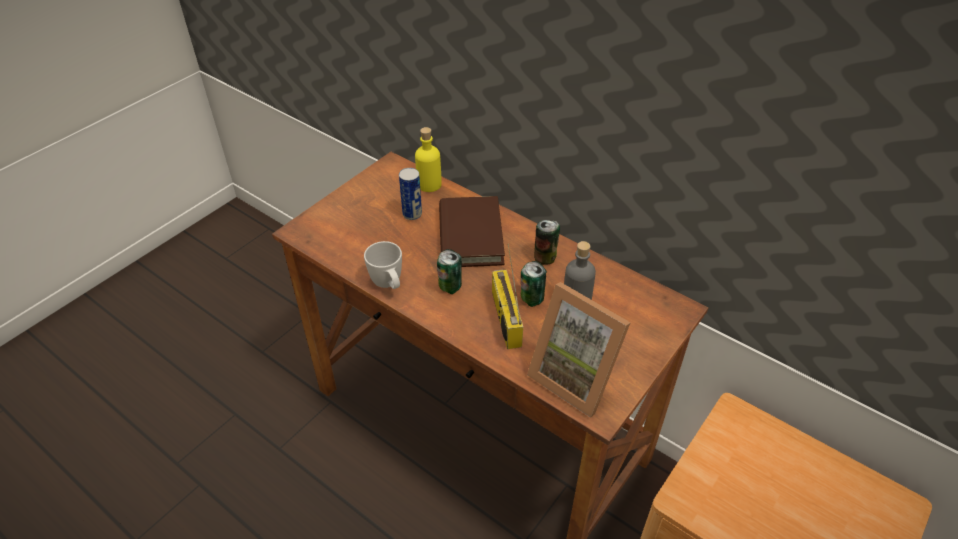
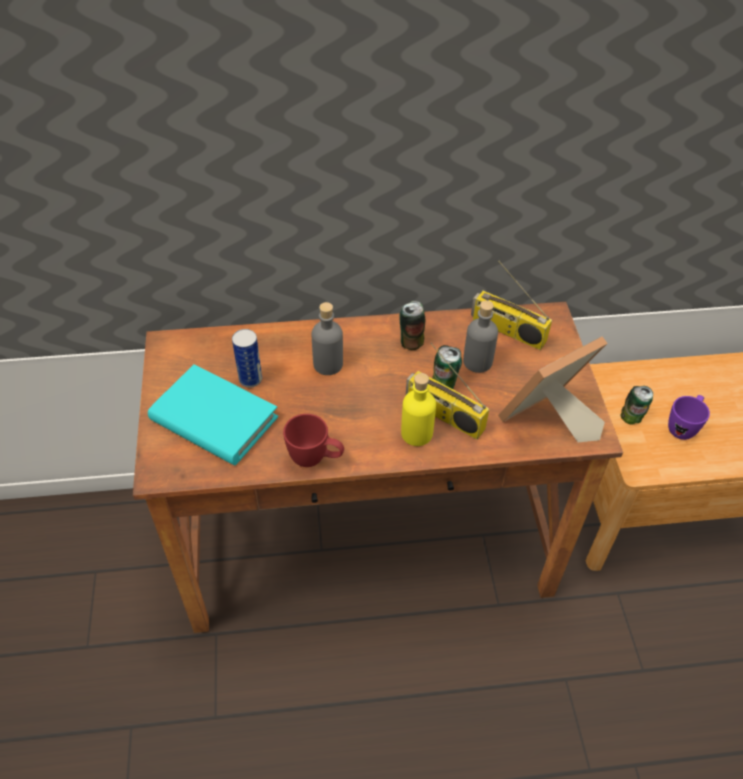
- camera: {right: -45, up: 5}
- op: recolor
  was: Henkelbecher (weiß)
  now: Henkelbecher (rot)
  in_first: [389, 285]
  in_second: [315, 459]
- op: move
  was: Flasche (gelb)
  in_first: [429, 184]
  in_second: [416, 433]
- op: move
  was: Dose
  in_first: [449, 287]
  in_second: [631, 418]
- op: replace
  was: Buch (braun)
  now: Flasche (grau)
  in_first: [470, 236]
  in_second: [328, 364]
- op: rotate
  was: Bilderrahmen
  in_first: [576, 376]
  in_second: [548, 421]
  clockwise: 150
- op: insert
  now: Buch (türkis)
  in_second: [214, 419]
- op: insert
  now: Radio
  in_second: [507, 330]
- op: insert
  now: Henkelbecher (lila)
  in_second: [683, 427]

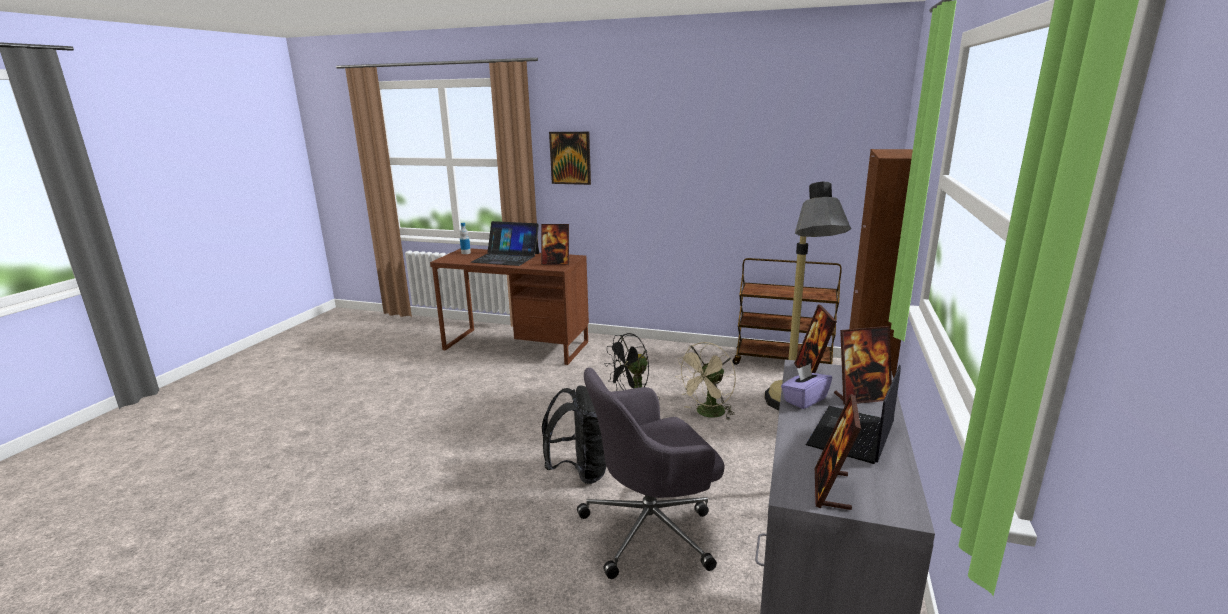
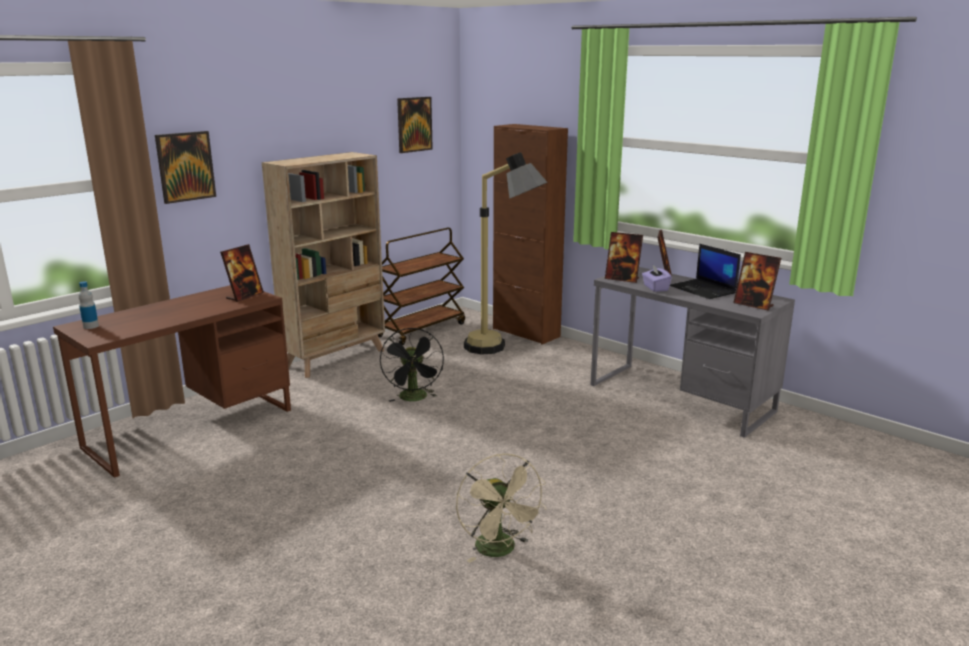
- camera: {right: -65, up: 0}
- op: delete
  was: Laptop
  in_first: [506, 257]
- op: delete
  was: Rucksack (schwarz)
  in_first: [580, 471]
- op: delete
  was: Bürostuhl (grau)
  in_first: [652, 529]
- op: move
  was: Ventilator (beige)
  in_first: [707, 414]
  in_second: [500, 551]
- op: insert
  now: Bücherregal (beige)
  in_second: [336, 358]
- op: insert
  now: Bild
  in_second: [414, 124]

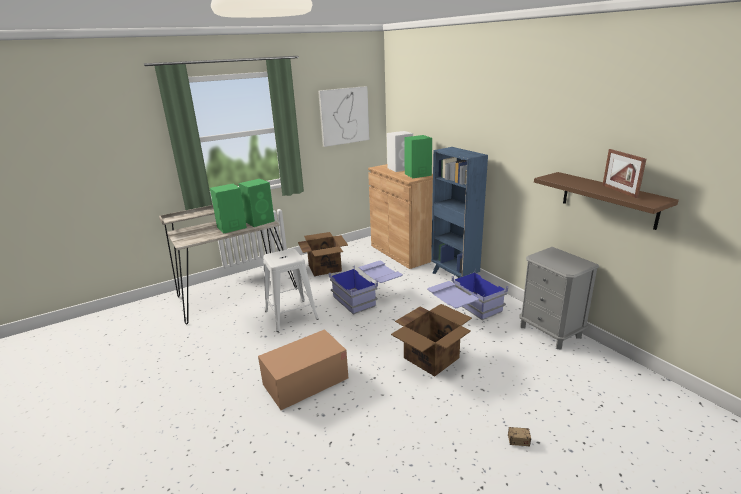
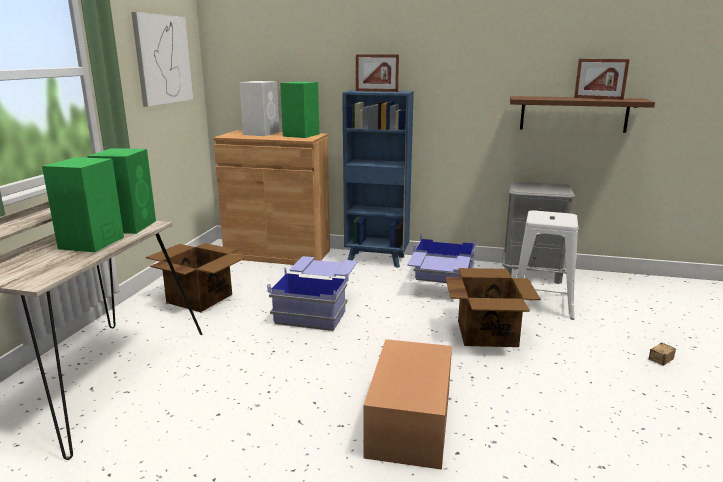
- camera: {right: -45, up: -5}
- op: move
  was: Hocker (weiß)
  in_first: [291, 315]
  in_second: [542, 302]
- op: insert
  now: Bilderrahmen
  in_second: [376, 91]

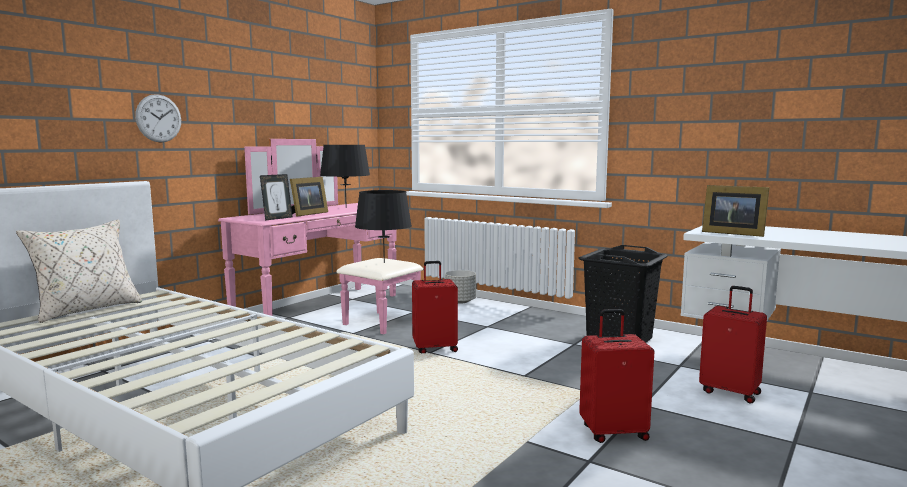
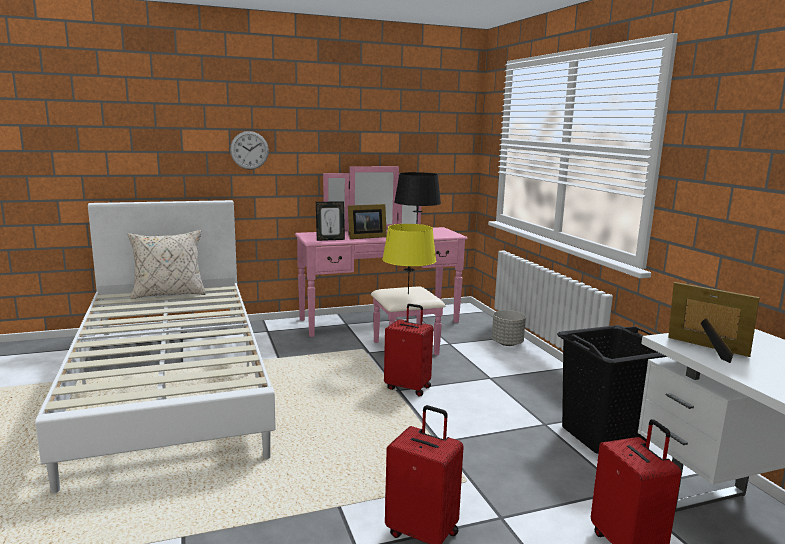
- camera: {right: 35, up: 5}
- op: recolor
  was: Tischlampe (schwarz)
  now: Tischlampe (gelb)
  in_first: [384, 263]
  in_second: [408, 294]
- op: rotate
  was: Bilderrahmen
  in_first: [731, 233]
  in_second: [708, 350]
  clockwise: 150

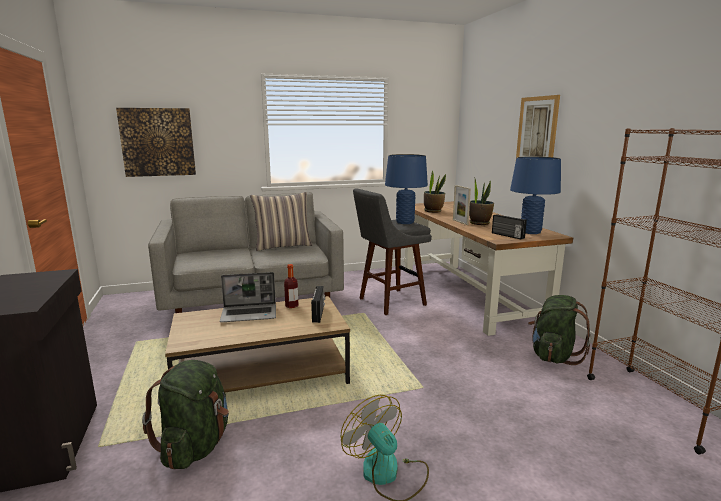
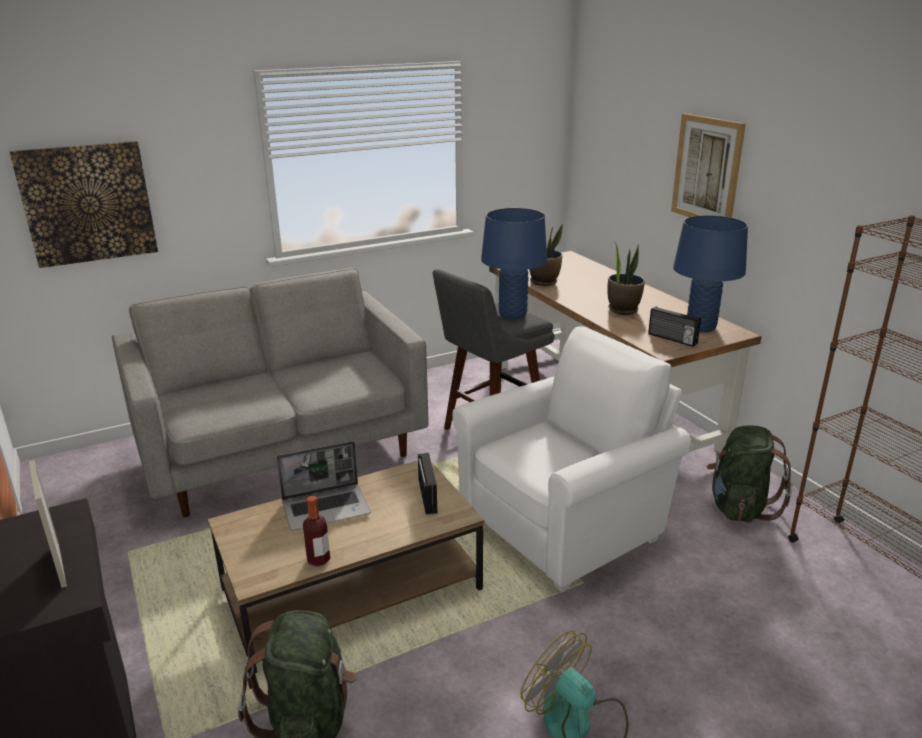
- camera: {right: -10, up: 10}
- op: delete
  was: Kissen
  in_first: [283, 246]
- op: move
  was: Flasche
  in_first: [292, 306]
  in_second: [318, 559]
- op: move
  was: Bilderrahmen
  in_first: [460, 222]
  in_second: [60, 565]
- op: insert
  now: Sessel (weiß)
  in_second: [567, 524]

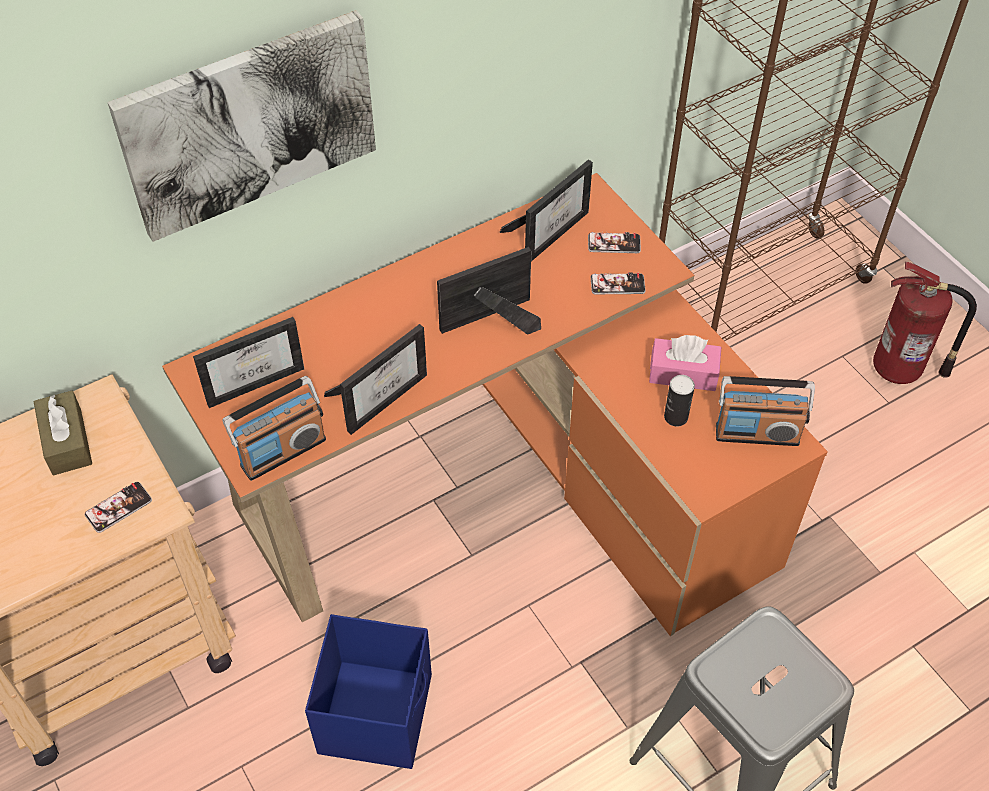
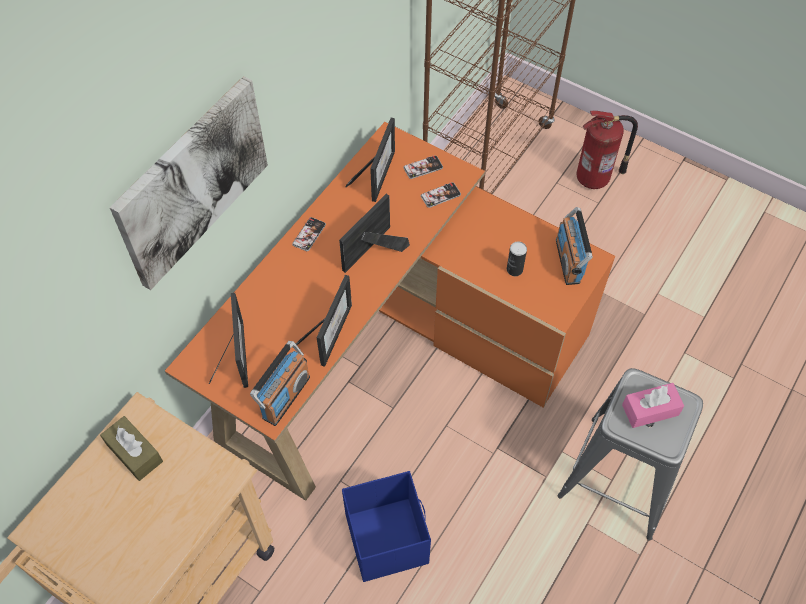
- camera: {right: -25, up: 5}
- op: move
  was: Handy
  in_first: [118, 507]
  in_second: [309, 234]
- op: rotate
  was: Bilderrahmen
  in_first: [254, 378]
  in_second: [235, 354]
  clockwise: -45
- op: move
  was: Taschentuchbox (rosa)
  in_first: [683, 373]
  in_second: [650, 410]
- op: rotate
  was: Radio
  in_first: [757, 433]
  in_second: [568, 261]
  clockwise: 105

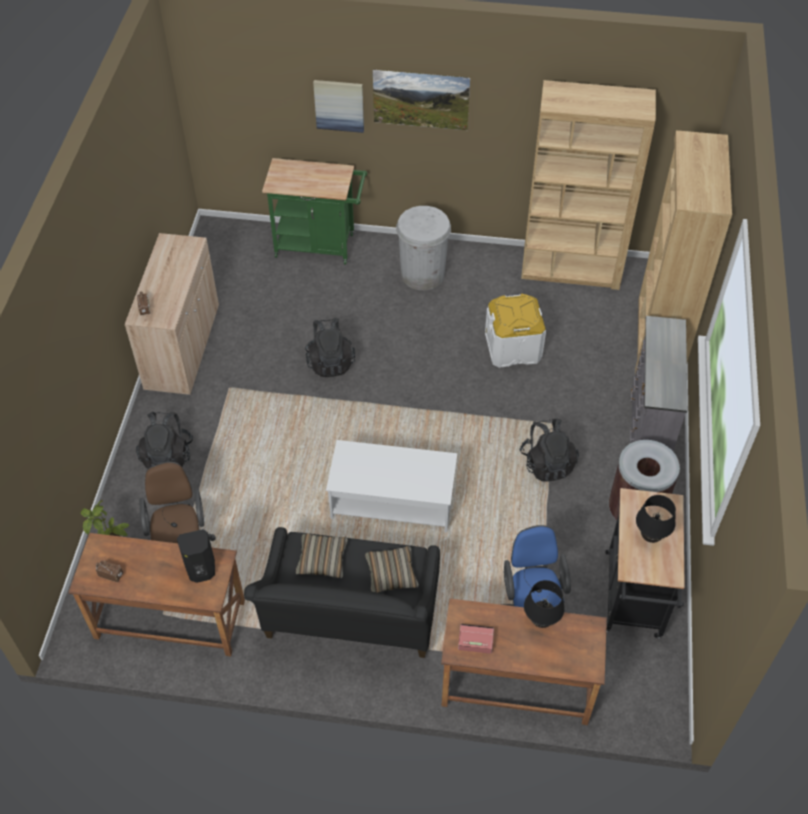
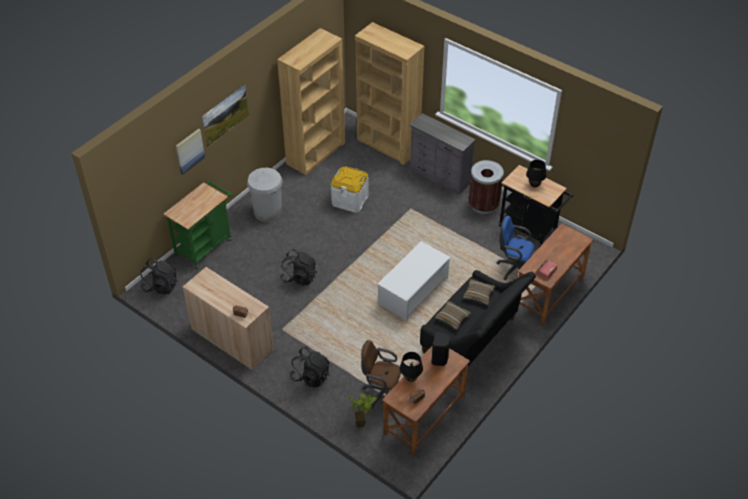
- camera: {right: -60, up: -5}
- op: move
  was: Rucksack (schwarz)
  in_first: [547, 463]
  in_second: [160, 286]
- op: move
  was: Tischlampe (schwarz)
  in_first: [541, 621]
  in_second: [410, 379]

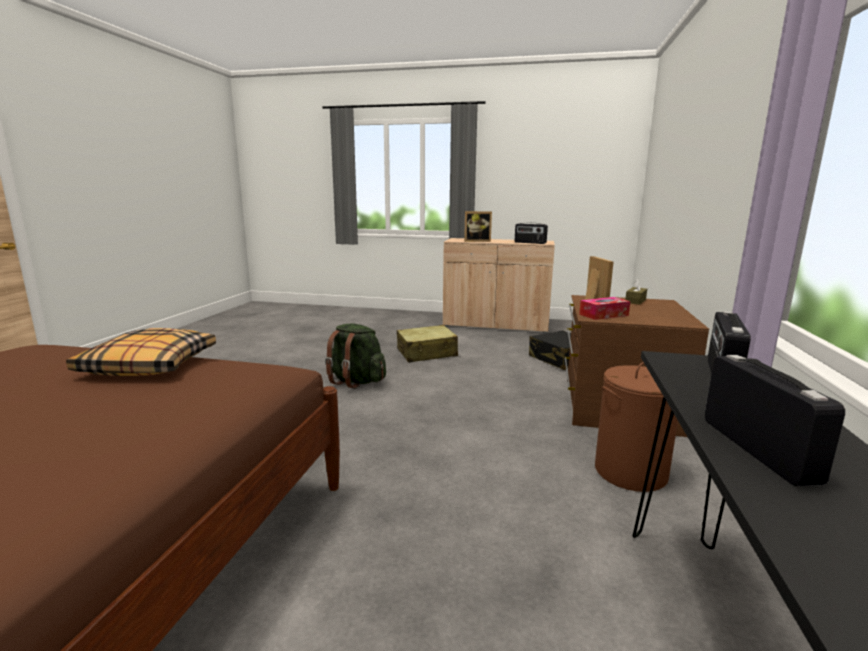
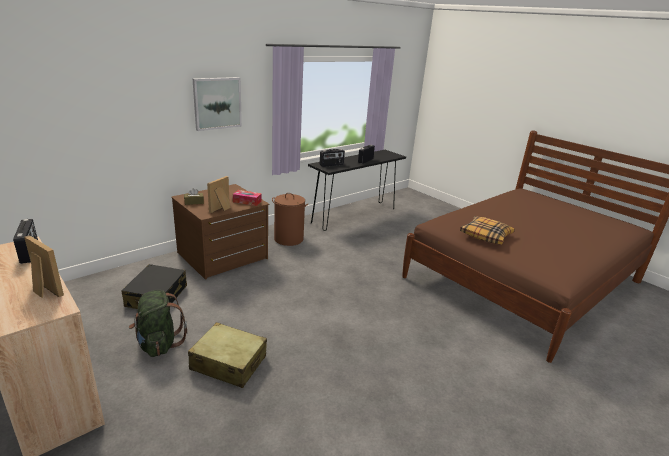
- camera: {right: -145, up: 10}
- op: move
  was: Rucksack (grün)
  in_first: [356, 381]
  in_second: [159, 343]
- op: insert
  now: Bild
  in_second: [217, 103]

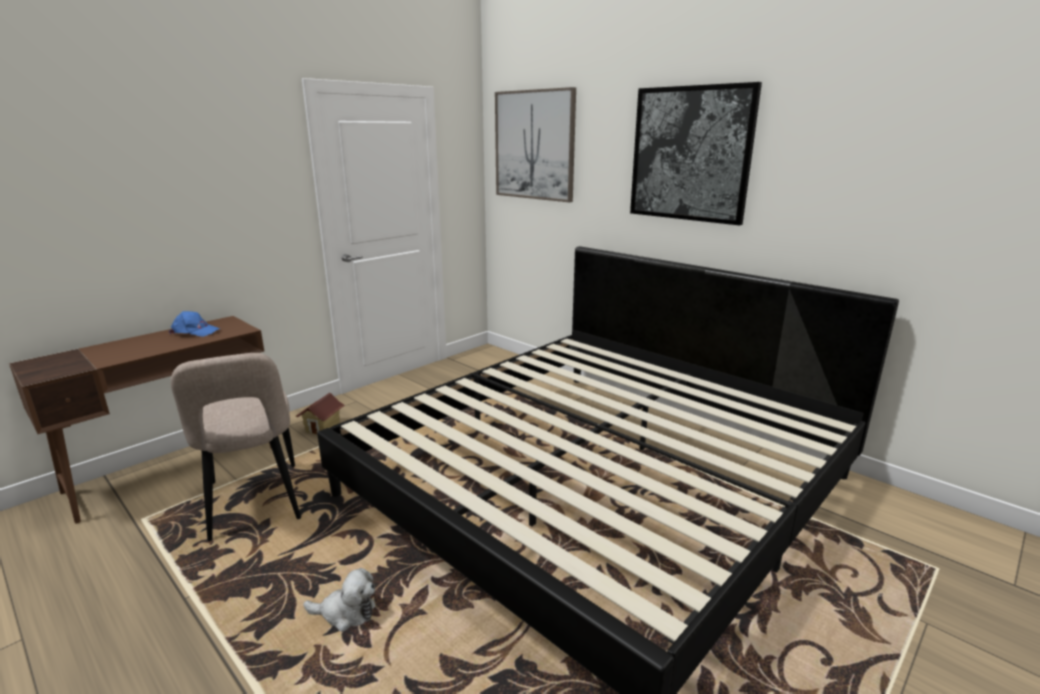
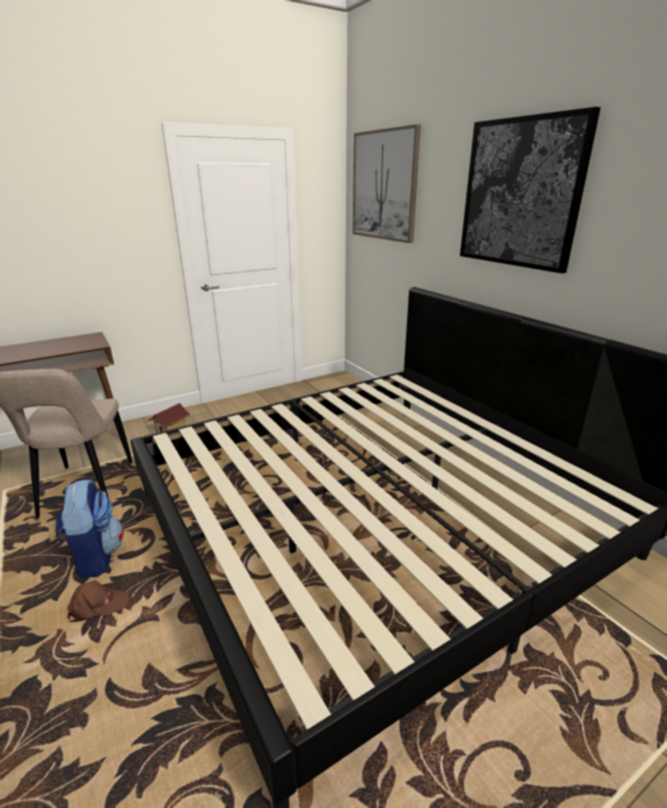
- camera: {right: 15, up: 5}
- op: delete
  was: Kappe (blau)
  in_first: [195, 331]
- op: replace
  was: Plüschtier
  now: Kappe (braun)
  in_first: [346, 613]
  in_second: [98, 605]
- op: insert
  now: Rucksack
  in_second: [95, 556]

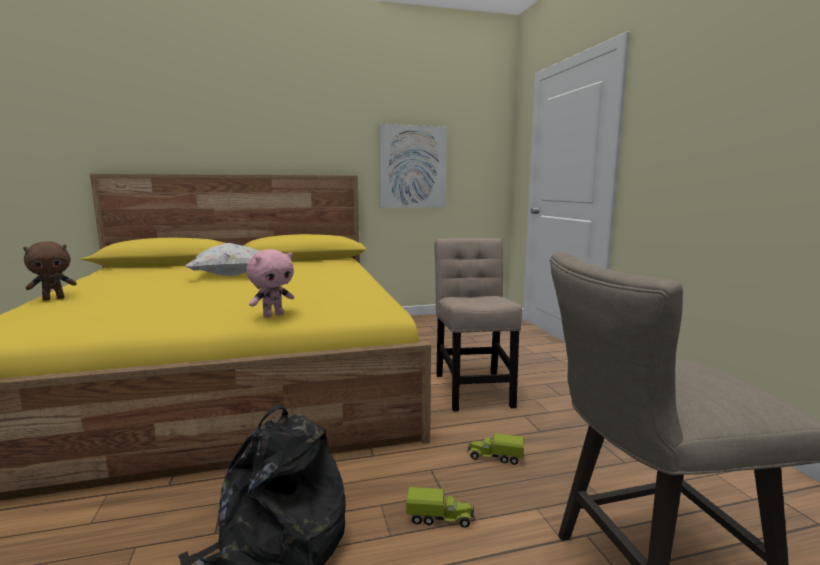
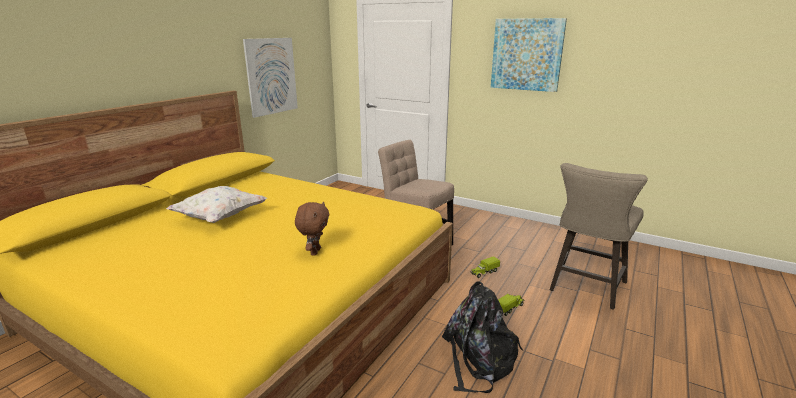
- camera: {right: -45, up: 10}
- op: move
  was: Plüschtier (braun)
  in_first: [54, 299]
  in_second: [314, 251]
- op: delete
  was: Plüschtier (rosa)
  in_first: [273, 315]
- op: insert
  now: Bild
  in_second: [526, 54]

